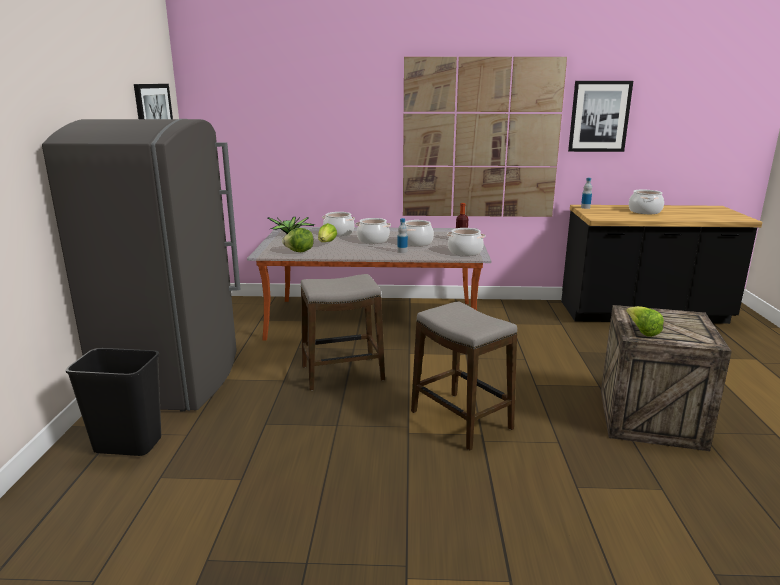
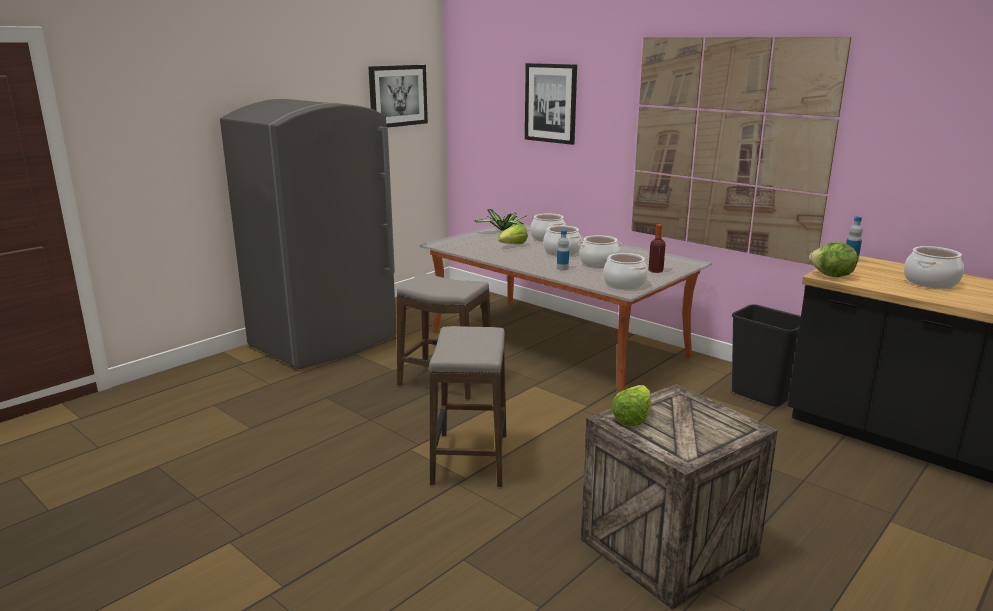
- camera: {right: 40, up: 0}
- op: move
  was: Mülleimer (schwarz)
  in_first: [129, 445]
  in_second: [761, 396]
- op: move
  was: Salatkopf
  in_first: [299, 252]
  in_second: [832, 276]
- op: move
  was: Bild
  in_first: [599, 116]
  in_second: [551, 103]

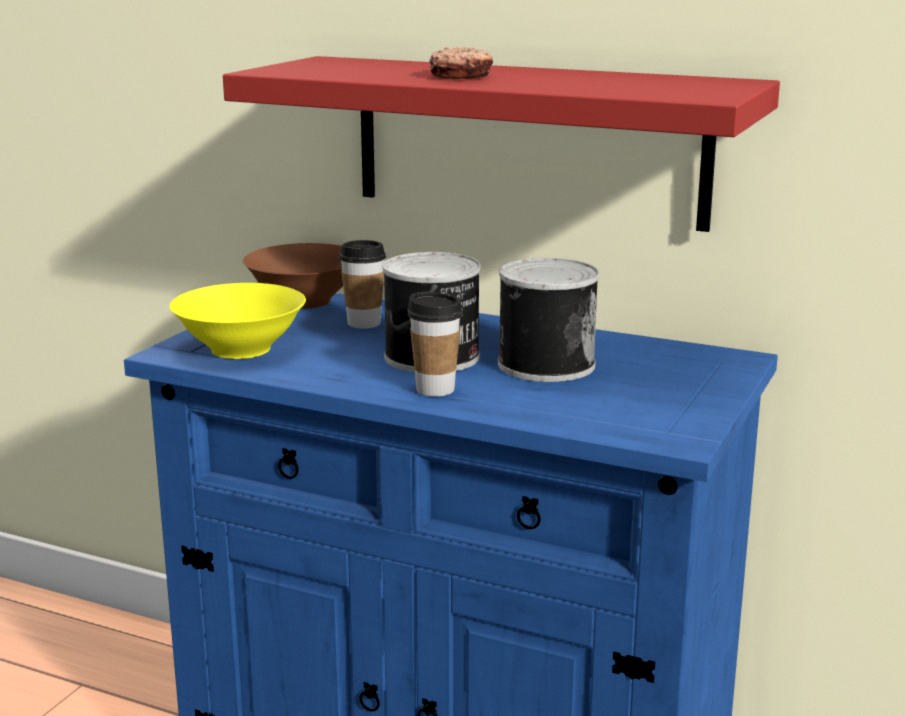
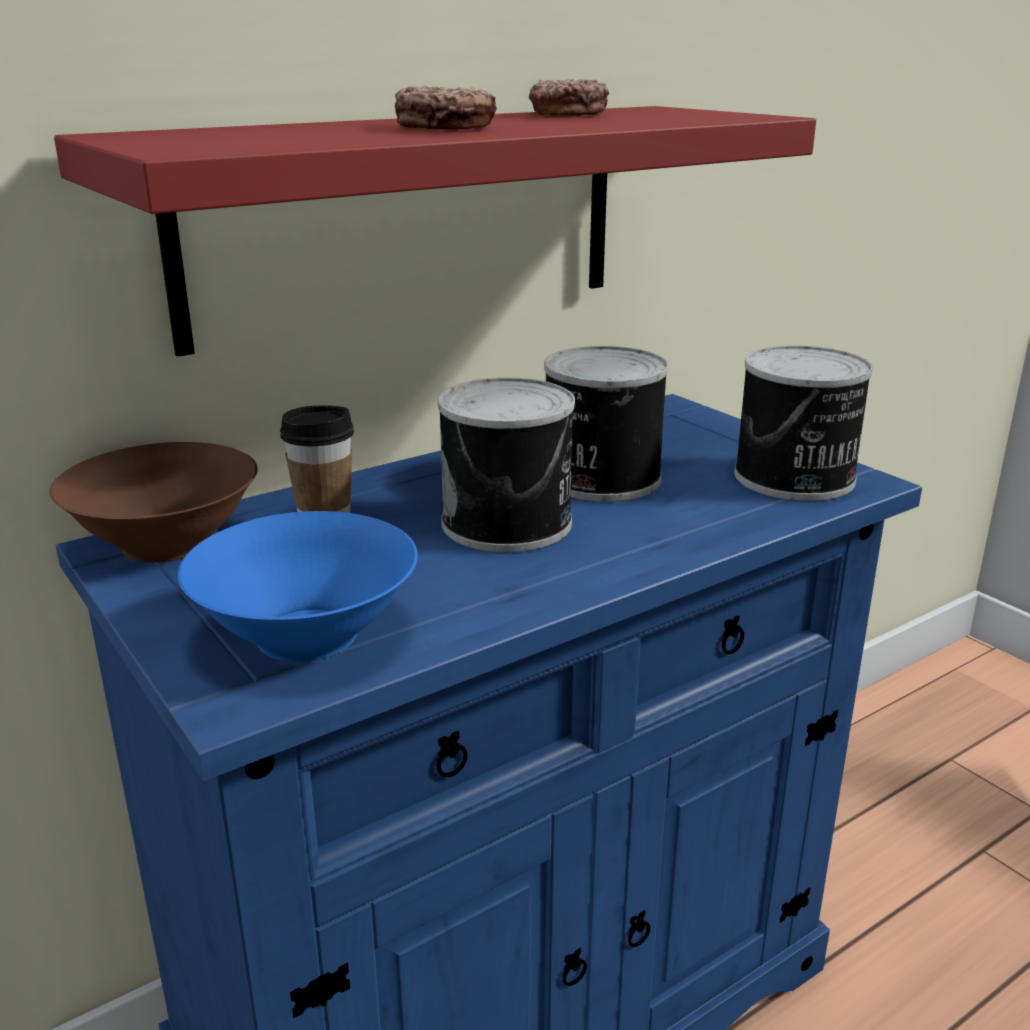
- camera: {right: -60, up: 5}
- op: recolor
  was: Schüssel (gelb)
  now: Schüssel (blau)
  in_first: [239, 349]
  in_second: [304, 636]
- op: delete
  was: Tasse
  in_first: [435, 389]
- op: insert
  now: Donut
  in_second: [566, 113]
- op: insert
  now: Dose
  in_second: [795, 478]

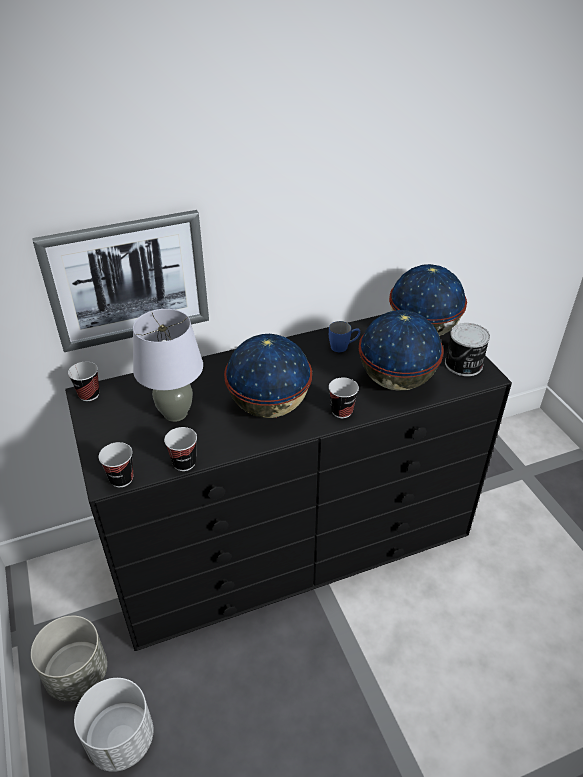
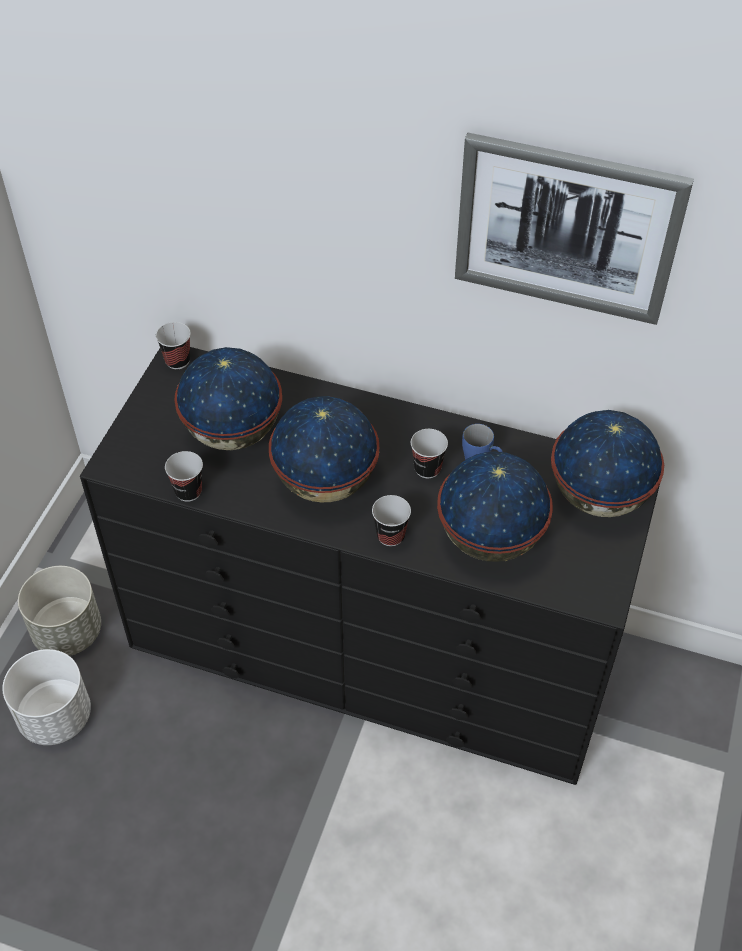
- camera: {right: 40, up: 10}
- op: move
  was: Bild
  in_first: [127, 281]
  in_second: [566, 229]
- op: move
  was: Tasse
  in_first: [121, 479]
  in_second: [427, 468]
- op: replace
  was: Tischlampe (grau)
  now: Globus
  in_first: [176, 413]
  in_second: [232, 432]
- op: delete
  was: Dose
  in_first: [464, 365]

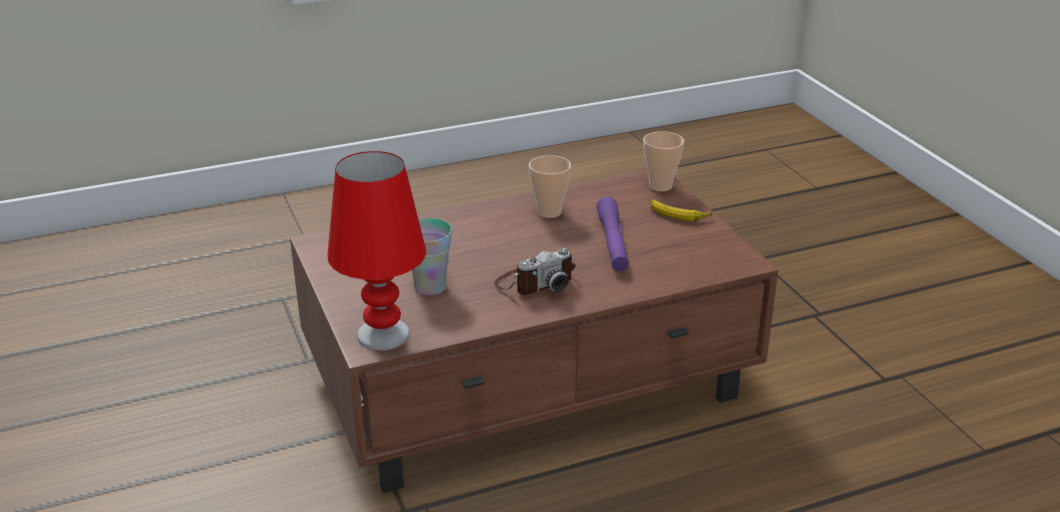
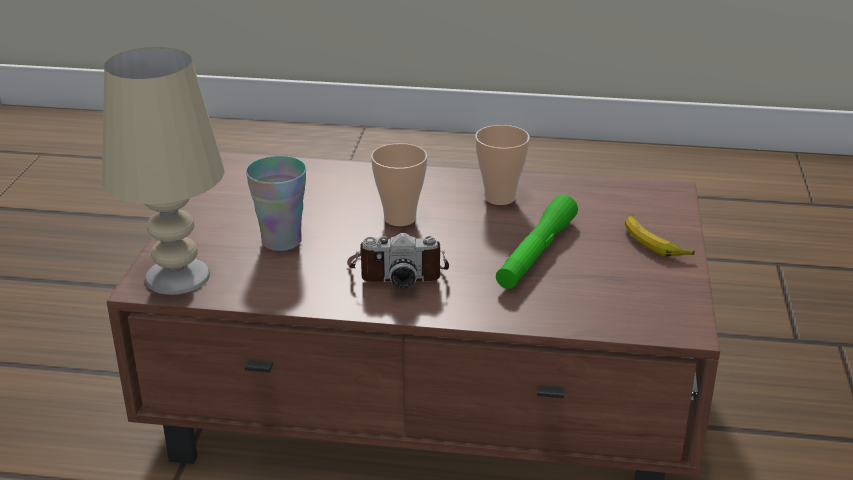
- camera: {right: 30, up: 0}
- op: recolor
  was: Tischlampe (rot)
  now: Tischlampe (beige)
  in_first: [382, 335]
  in_second: [177, 276]
- op: recolor
  was: Taschenlampe (lila)
  now: Taschenlampe (grün)
  in_first: [612, 243]
  in_second: [536, 253]
- op: move
  was: Tasse
  in_first: [660, 186]
  in_second: [400, 218]

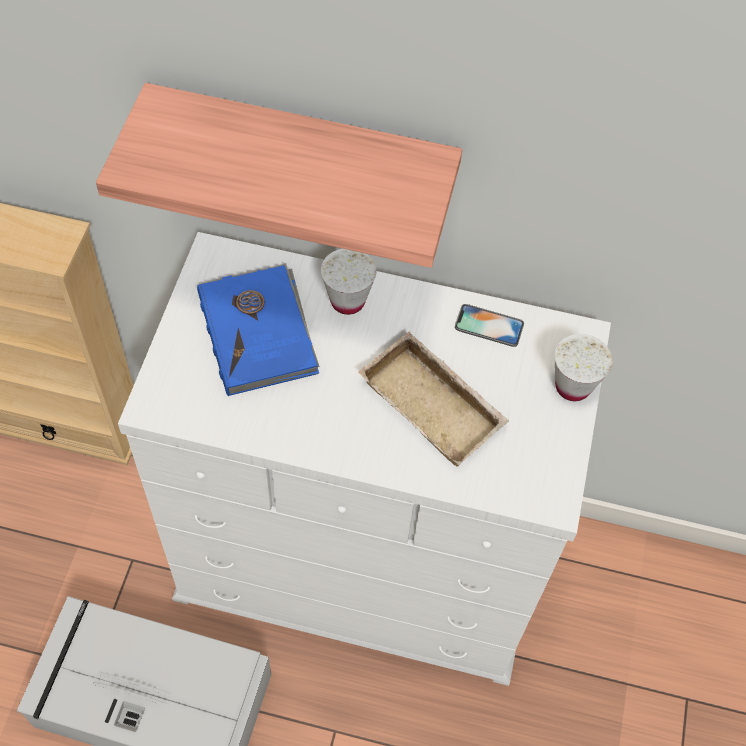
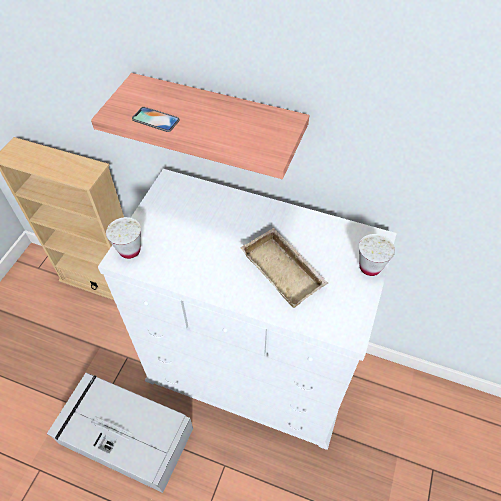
- camera: {right: 10, up: -5}
- op: delete
  was: Buch (blau)
  in_first: [259, 331]
- op: move
  was: Tasse (weiß)
  in_first: [347, 301]
  in_second: [130, 250]
- op: move
  was: Handy
  in_first: [489, 326]
  in_second: [155, 120]

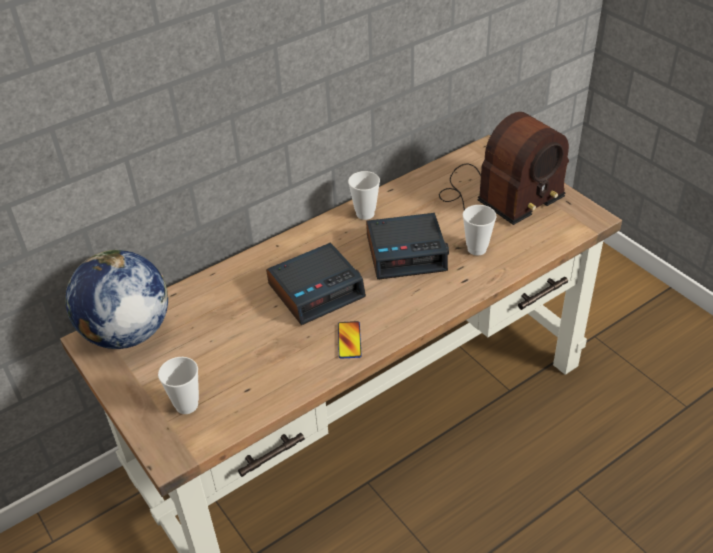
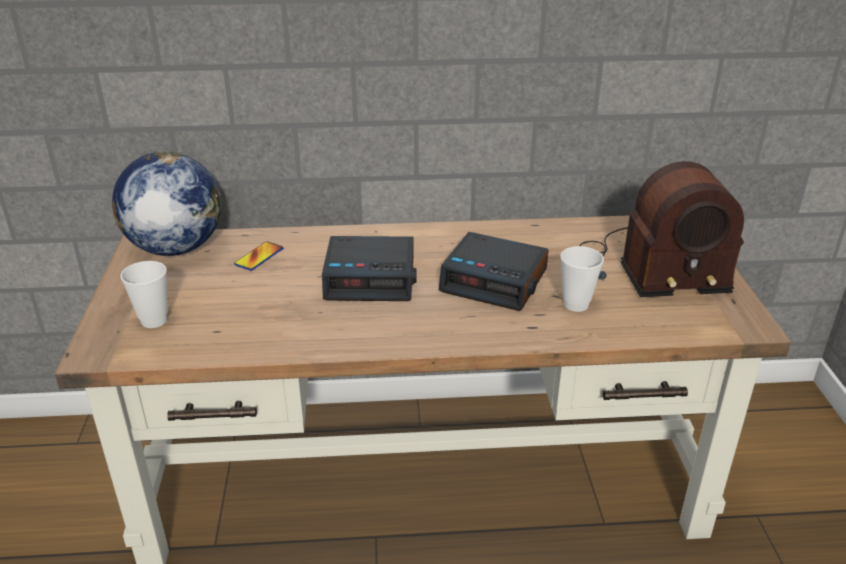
- camera: {right: 30, up: -10}
- op: move
  was: Handy
  in_first: [349, 340]
  in_second: [259, 257]
- op: delete
  was: Tasse
  in_first: [365, 214]

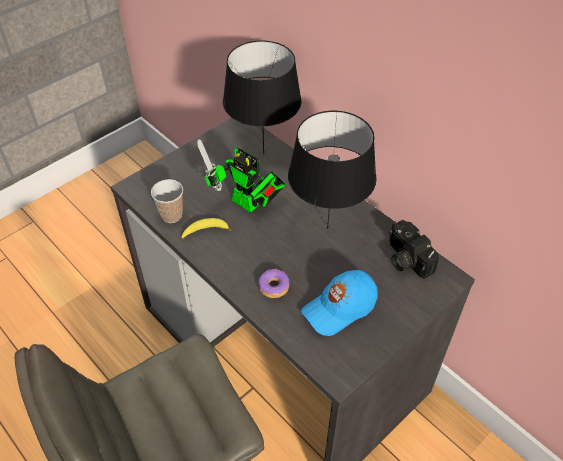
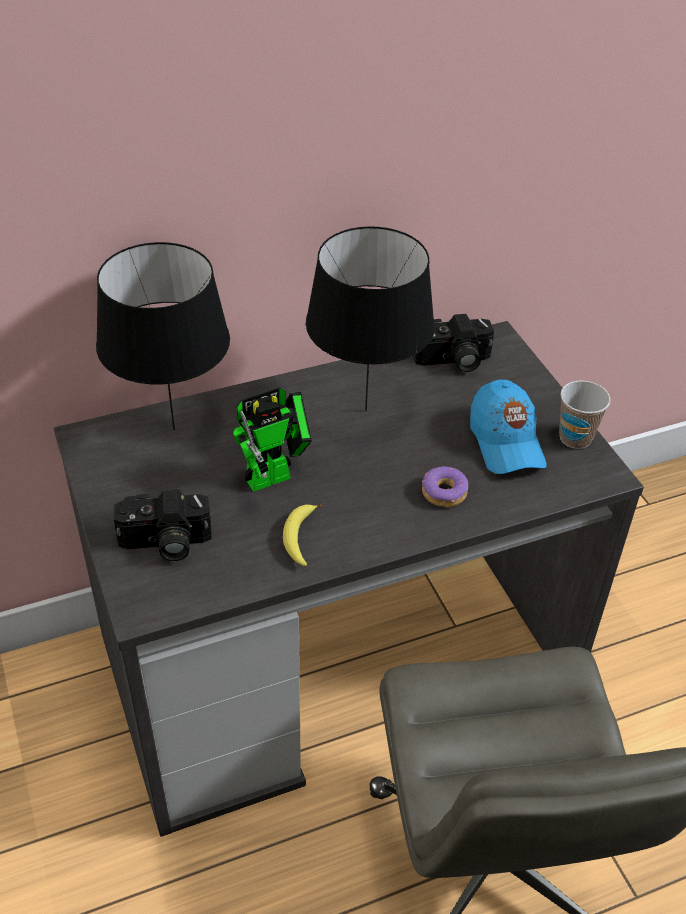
- camera: {right: -70, up: -5}
- op: move
  was: Tasse
  in_first: [171, 215]
  in_second: [575, 438]
- op: insert
  now: Kamera
  in_second: [165, 543]

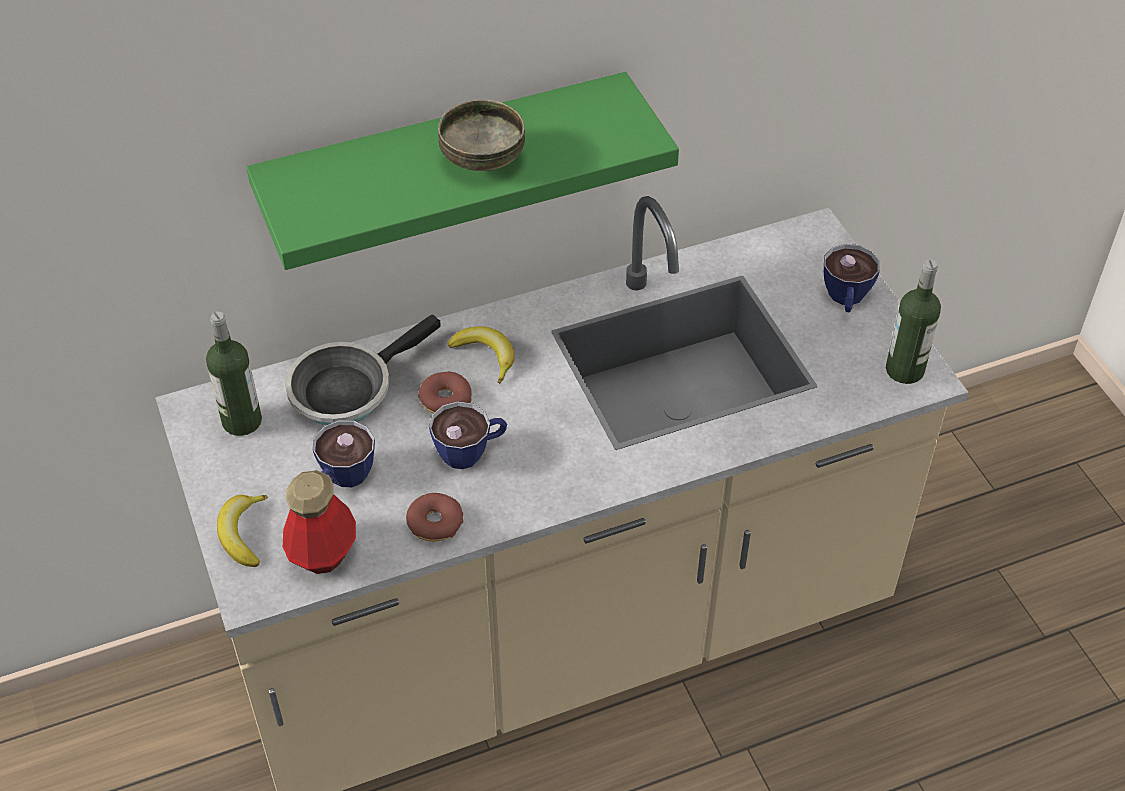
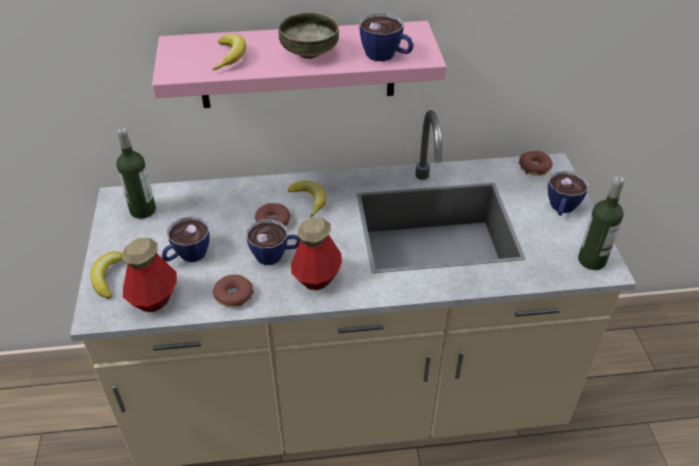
- camera: {right: 15, up: -5}
- op: recolor
  was: Wandregal (grün)
  now: Wandregal (rosa)
  in_first: [445, 165]
  in_second: [297, 65]
- op: delete
  was: Pfanne
  in_first: [347, 389]
- op: insert
  now: Banane
  in_second: [230, 56]
- op: insert
  now: Flasche
  in_second: [317, 277]
- op: insert
  now: Tasse
  in_second: [386, 56]
- op: insert
  now: Donut
  in_second: [534, 167]

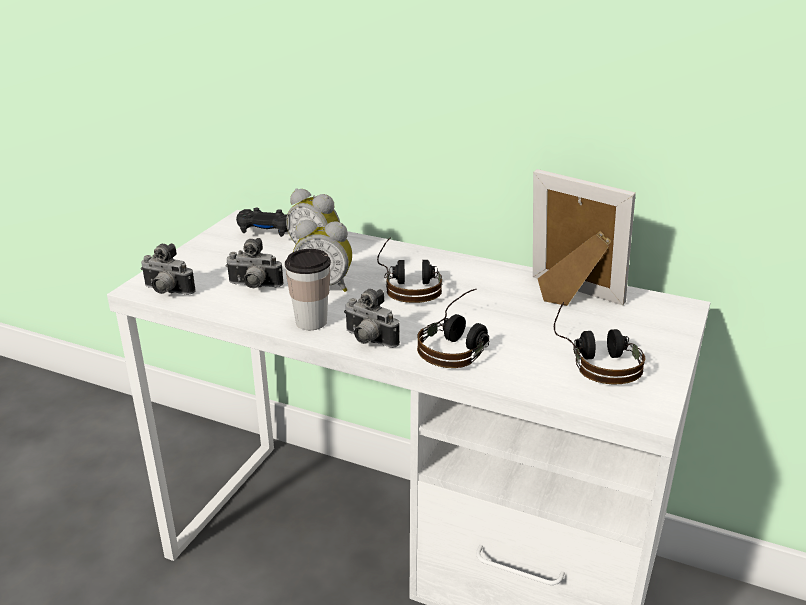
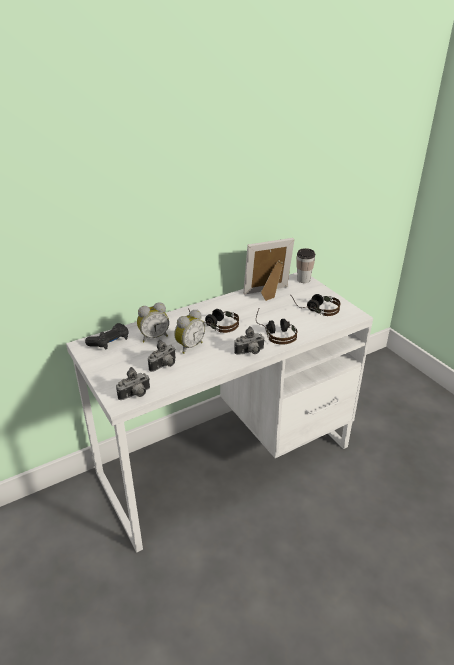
- camera: {right: -55, up: 5}
- op: move
  was: Tasse
  in_first: [311, 322]
  in_second: [303, 279]

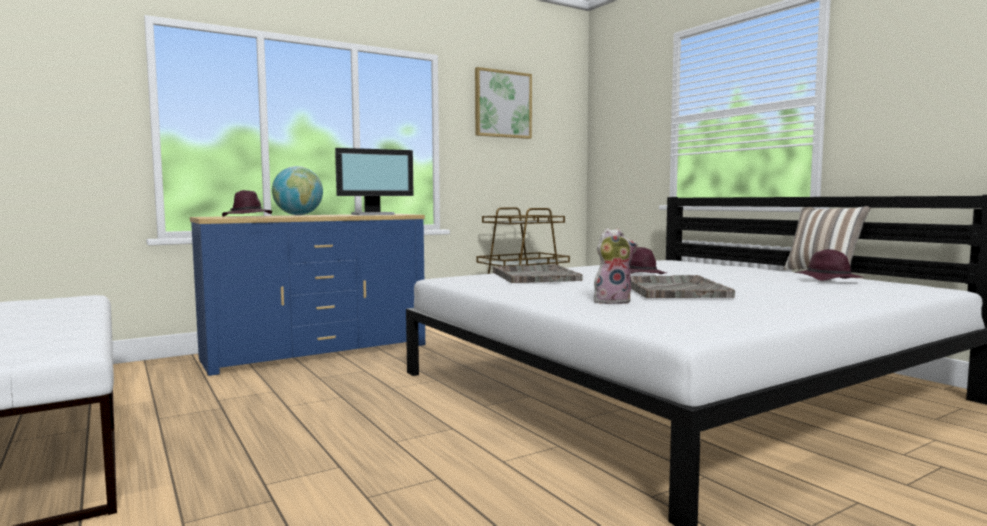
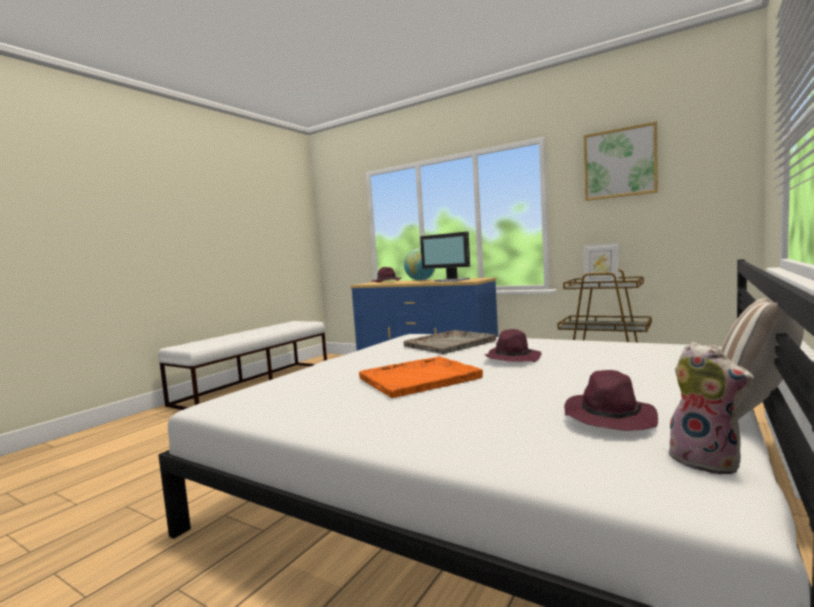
- camera: {right: 65, up: 0}
- op: move
  was: Plüschtier
  in_first: [612, 301]
  in_second: [707, 461]
- op: recolor
  was: Tablett (grau)
  now: Tablett (orange)
  in_first: [673, 289]
  in_second: [420, 378]
- op: insert
  now: Bilderrahmen
  in_second: [601, 285]

